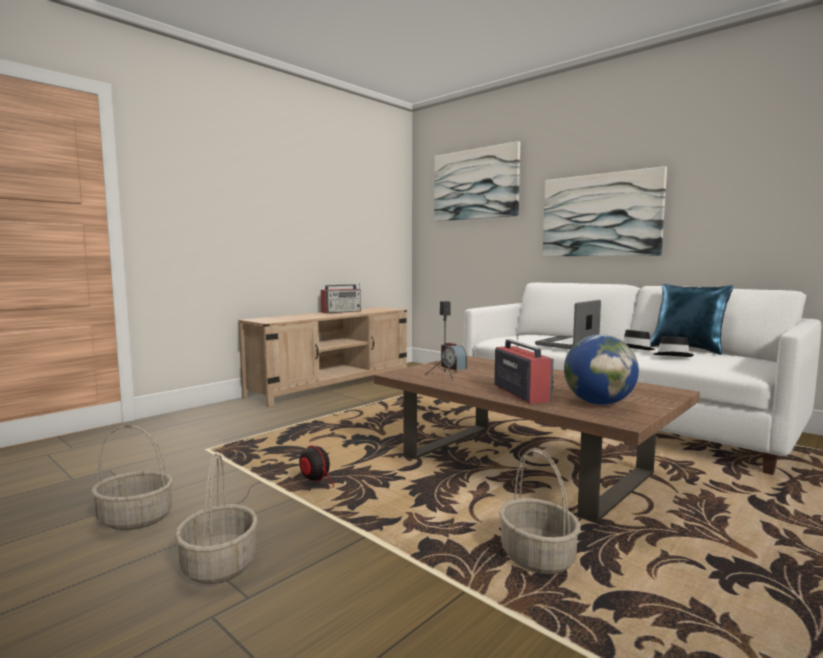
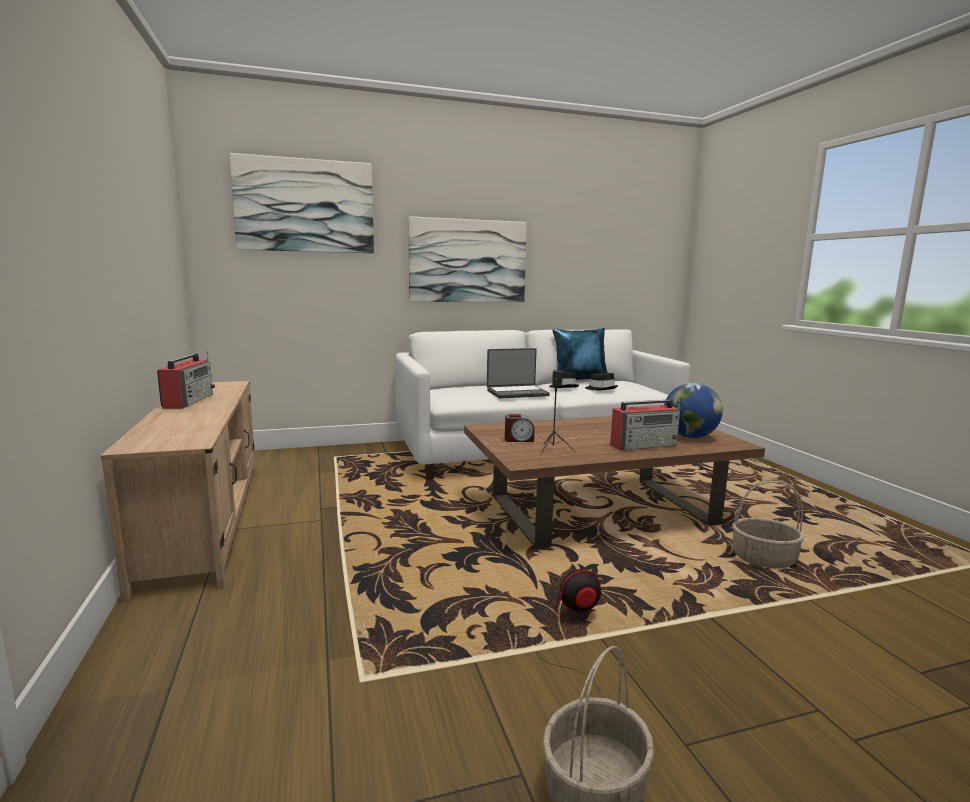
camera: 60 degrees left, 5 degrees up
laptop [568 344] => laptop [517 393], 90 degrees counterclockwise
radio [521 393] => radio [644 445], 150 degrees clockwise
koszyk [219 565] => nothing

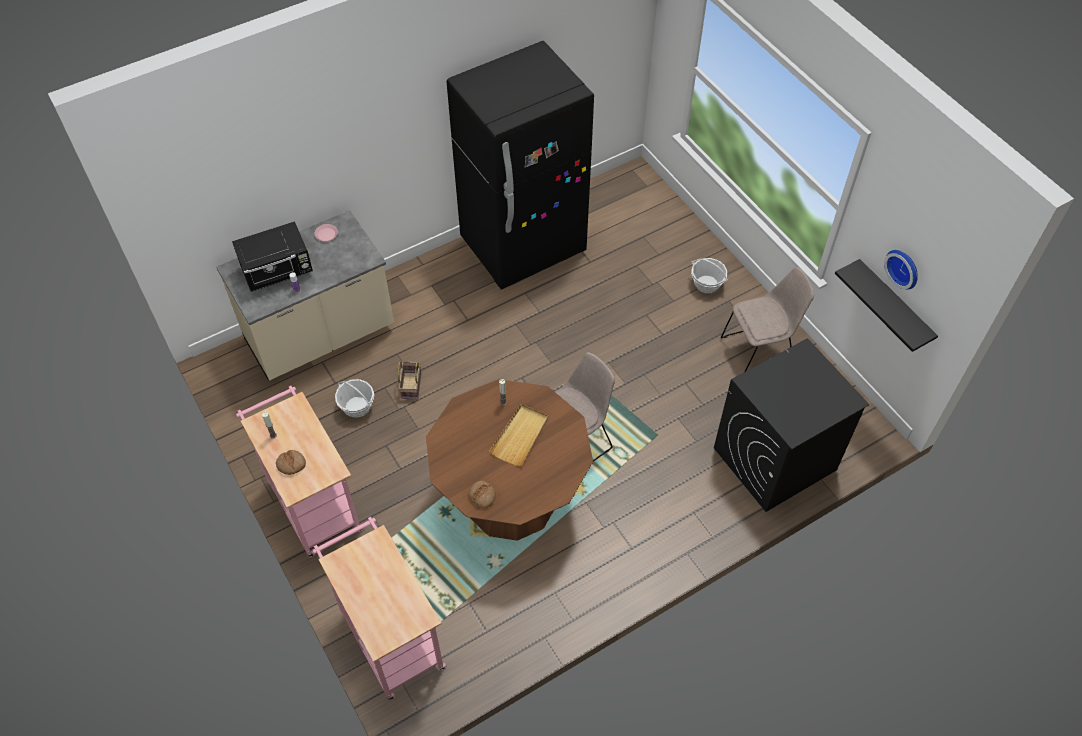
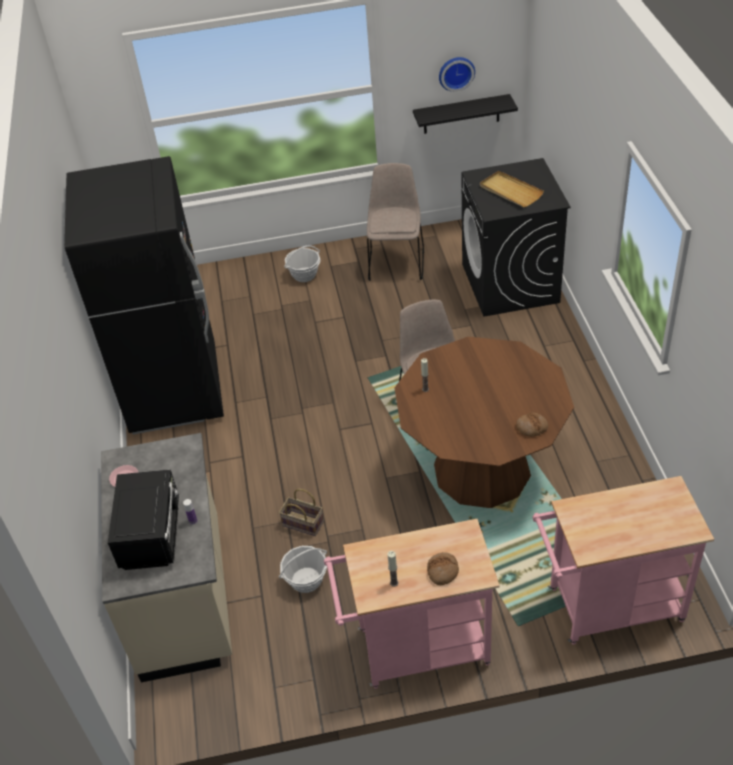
camera: 65 degrees left, 10 degrees down
taca/beżowy [520 436] => taca/beżowy [510 191], relocated

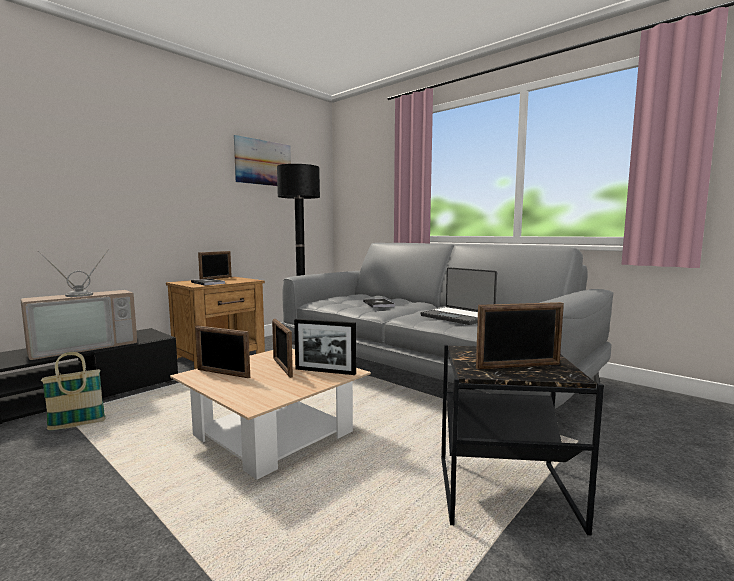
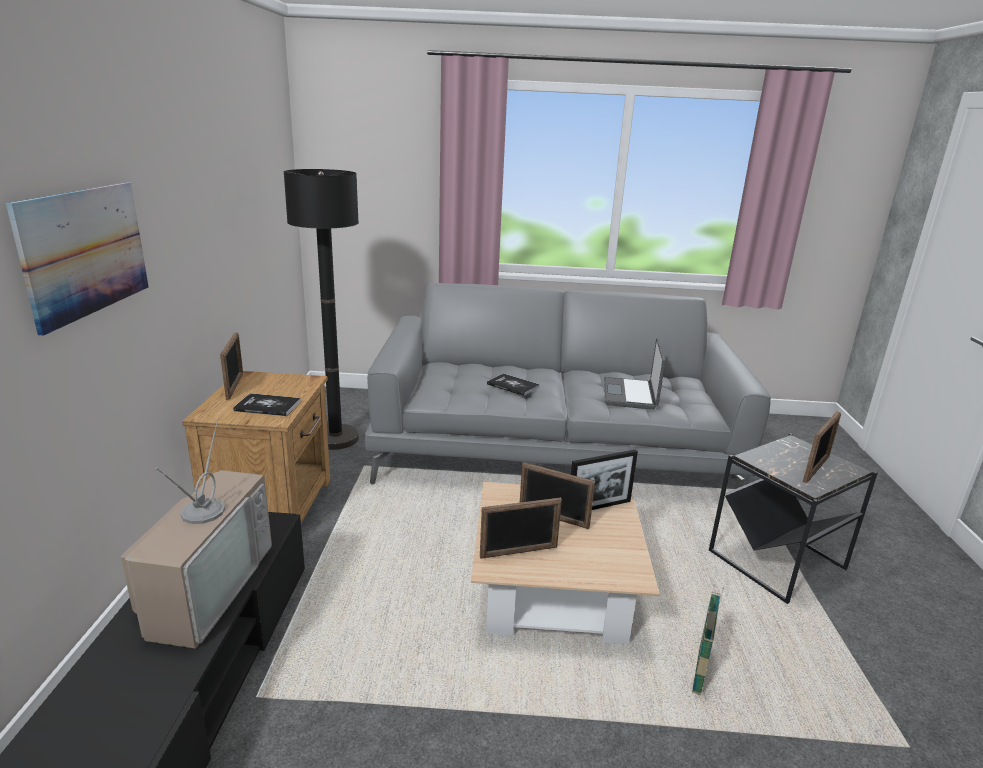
camera: 40 degrees left, 15 degrees up
obraz [263 163] => obraz [86 251], relocated
laptop [458 317] => laptop [631 395], 90 degrees clockwise
koszyk [77 425] => koszyk [699 671], relocated

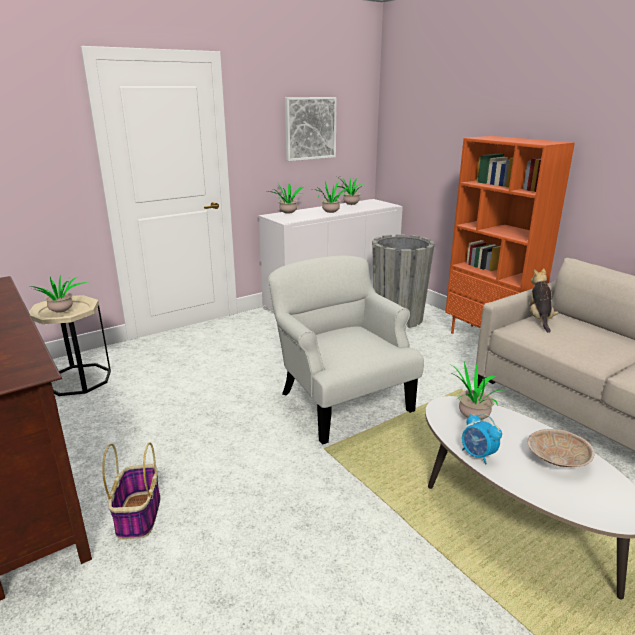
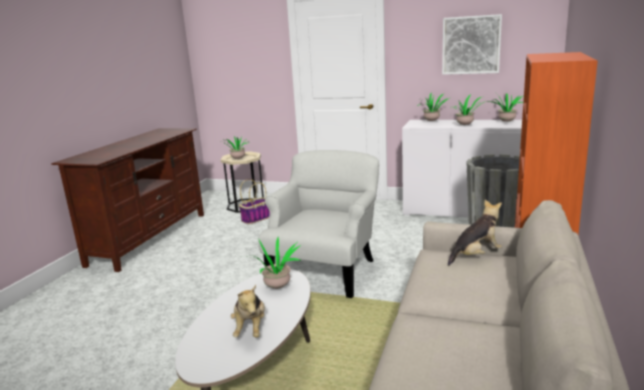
camera: 55 degrees right, 5 degrees down
miska/beżowy [556 460] => pluszak [251 329]
koszyk [138 514] => koszyk [256 218], relocated
budzik [478 455] => nothing

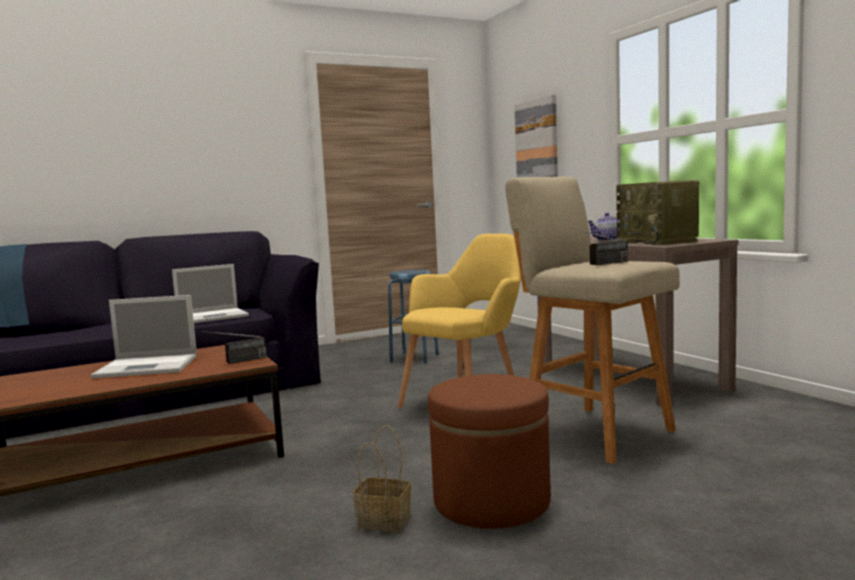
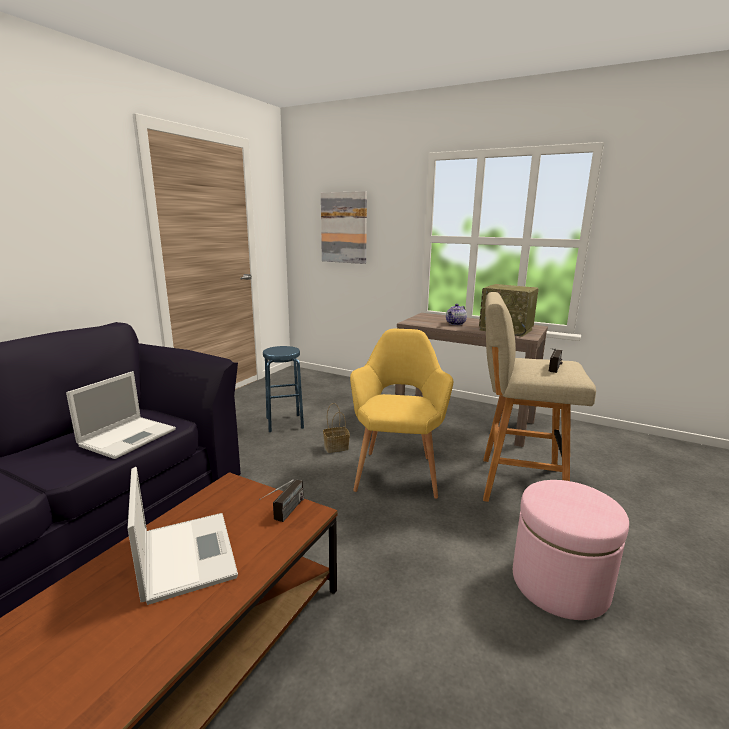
camera: 35 degrees left, 10 degrees up
laptop [149 366] => laptop [186 554], 75 degrees counterclockwise
koszyk [382 522] => koszyk [335 447], relocated
pufa/brązowy [491 501] => pufa/różowy [559 583]

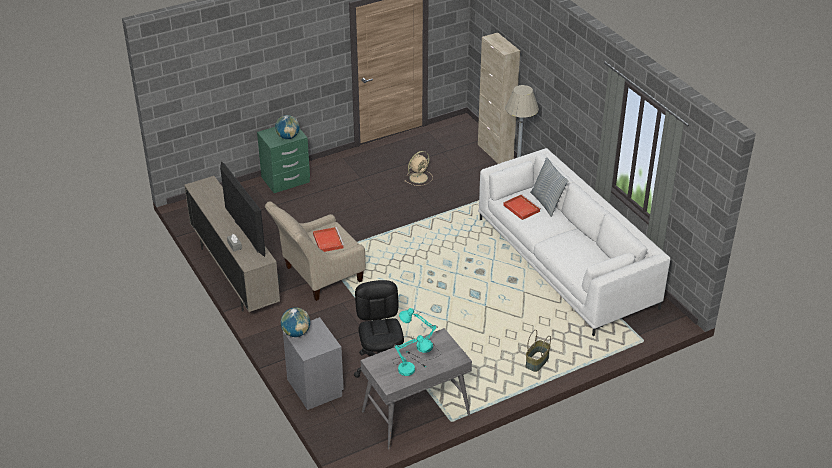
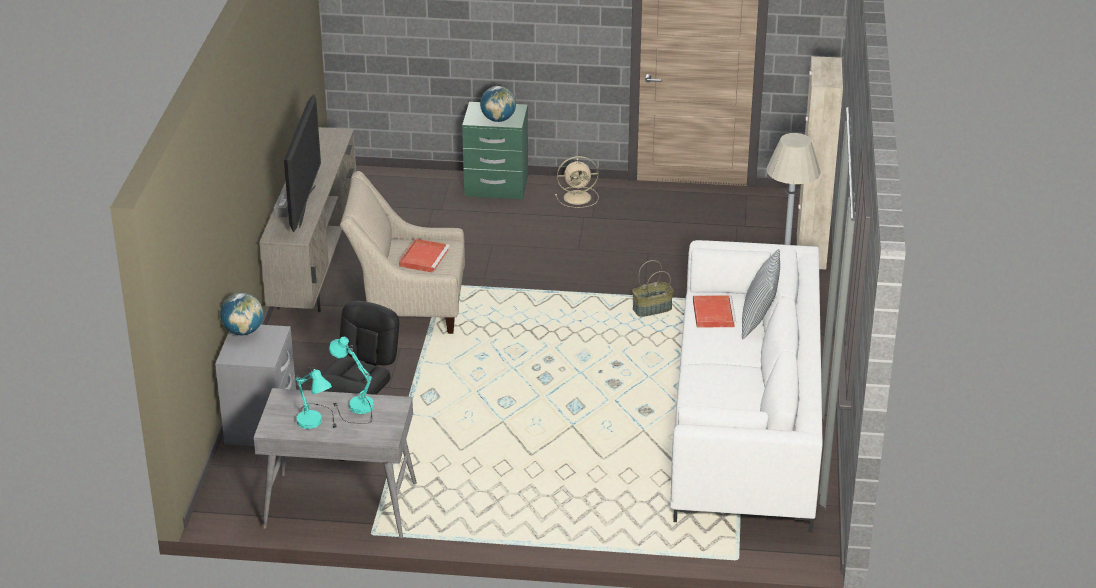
camera: 35 degrees right, 5 degrees down
wentylator/beżowy [419 177] => wentylator/beżowy [578 197], relocated
koszyk [537 362] => koszyk [652 309], relocated

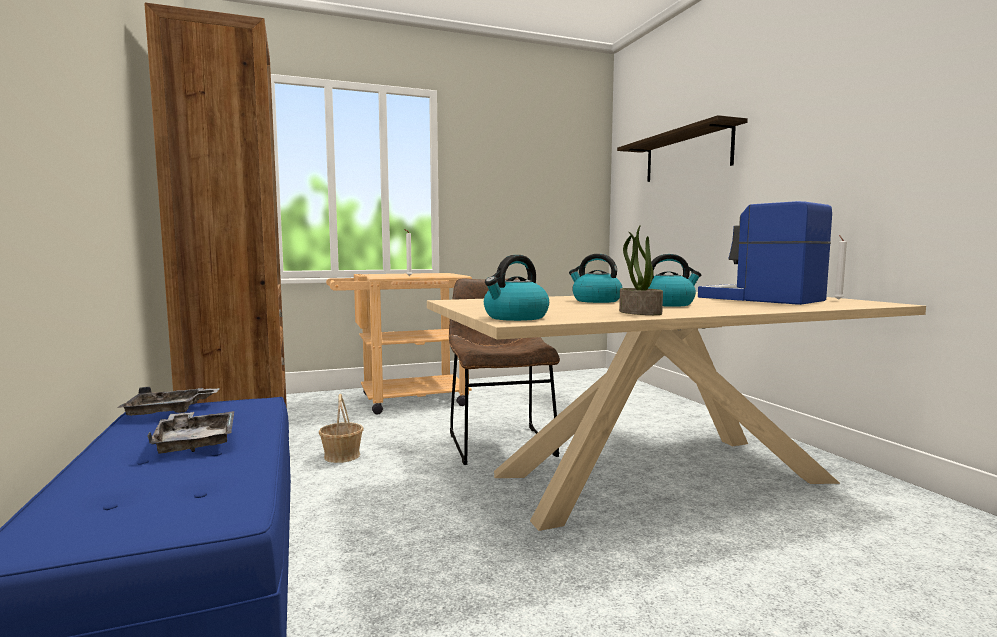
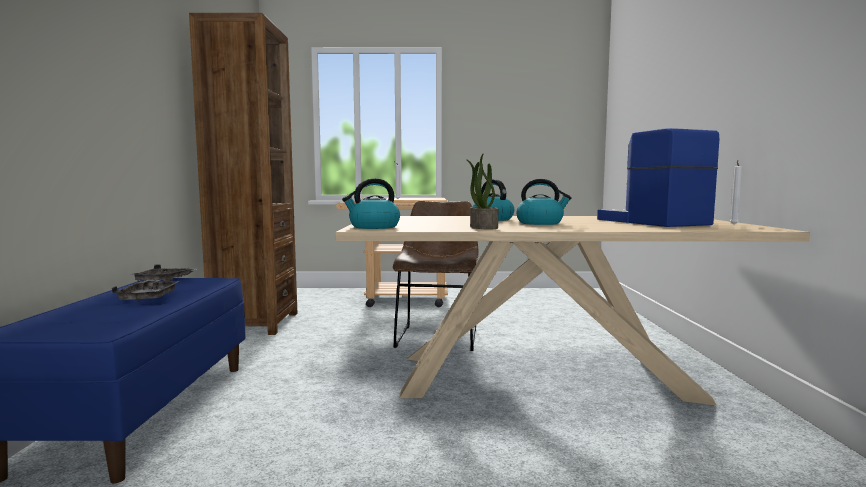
camera: 20 degrees right, 0 degrees up
koszyk [341 456] => nothing
półka [687 155] => nothing

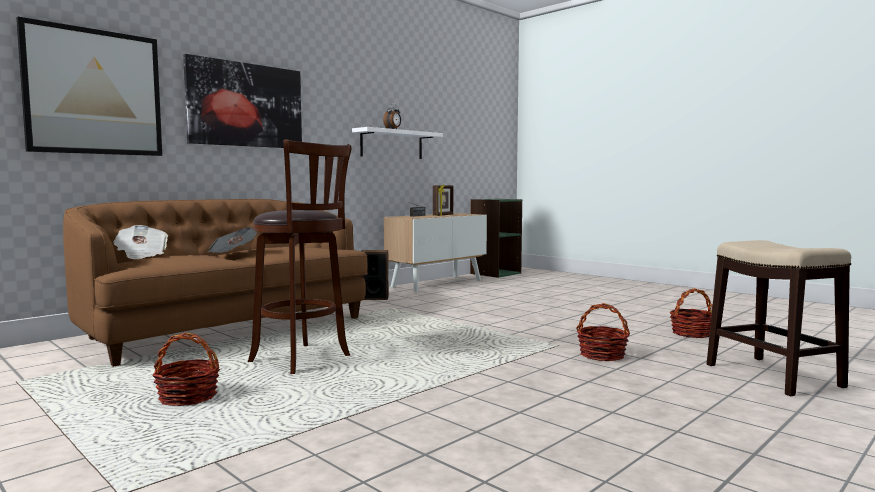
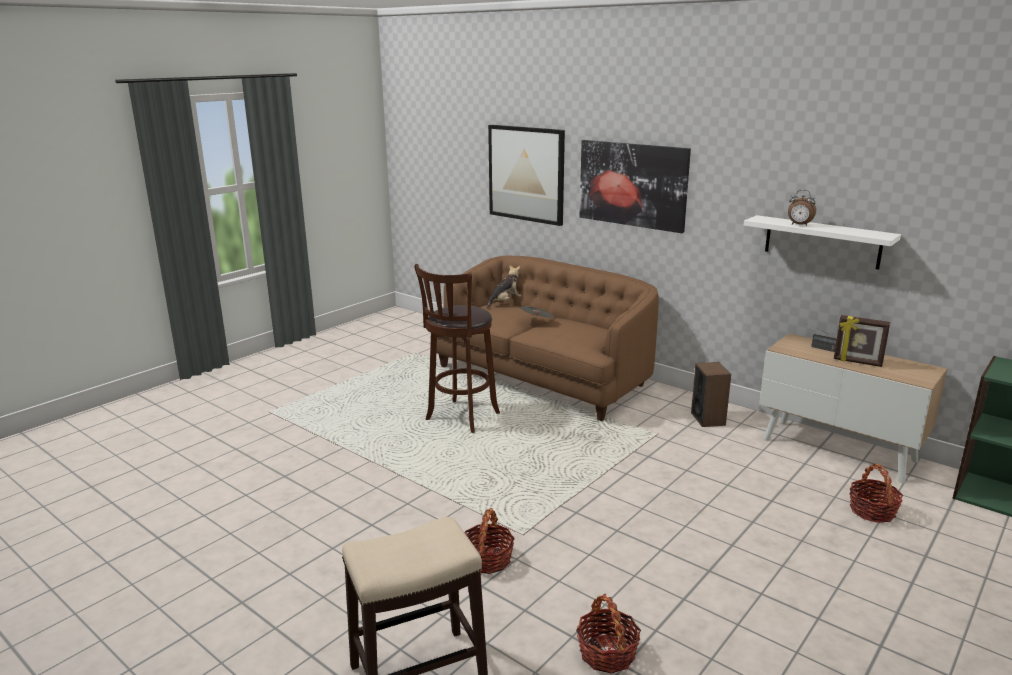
camera: 85 degrees right, 15 degrees up
gazeta [141 256] => pluszak [505 302]
koszyk [188 397] => koszyk [872 511], relocated

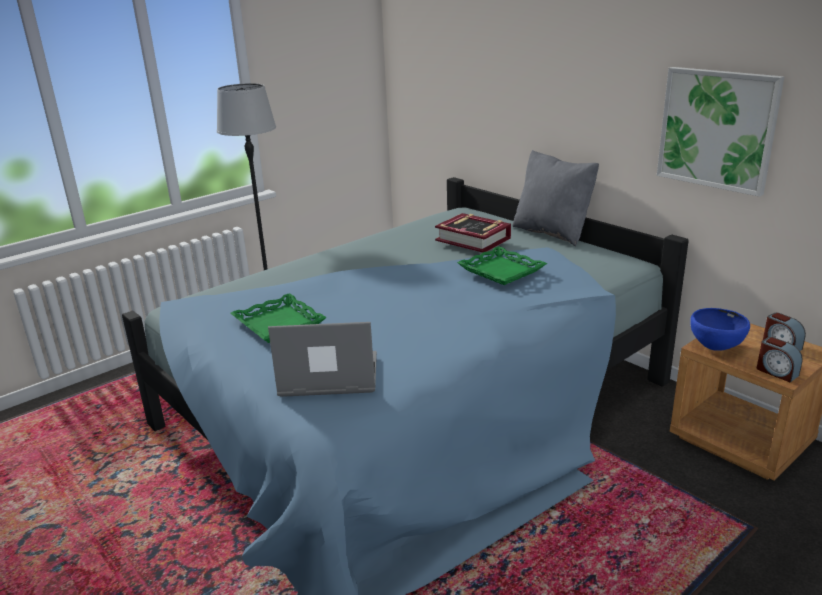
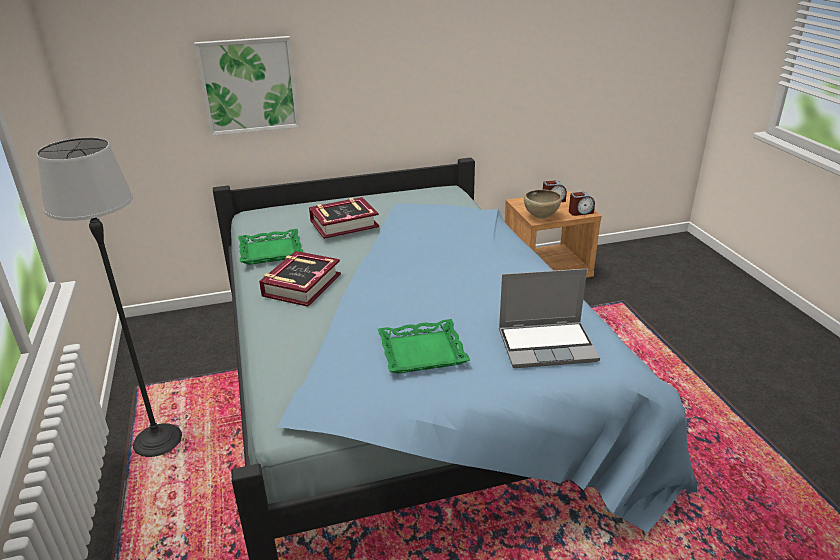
camera: 65 degrees left, 5 degrees up
obraz [717 129] => obraz [249 85], relocated
taca/zielony [502 271] => taca/zielony [271 251], relocated
nothing => książka [301 285]
laptop [327 377] => laptop [548 345], 120 degrees counterclockwise
miska/niebieski [715 348] => miska/brązowy [541 217]
poduszka/szary [552 233] => nothing

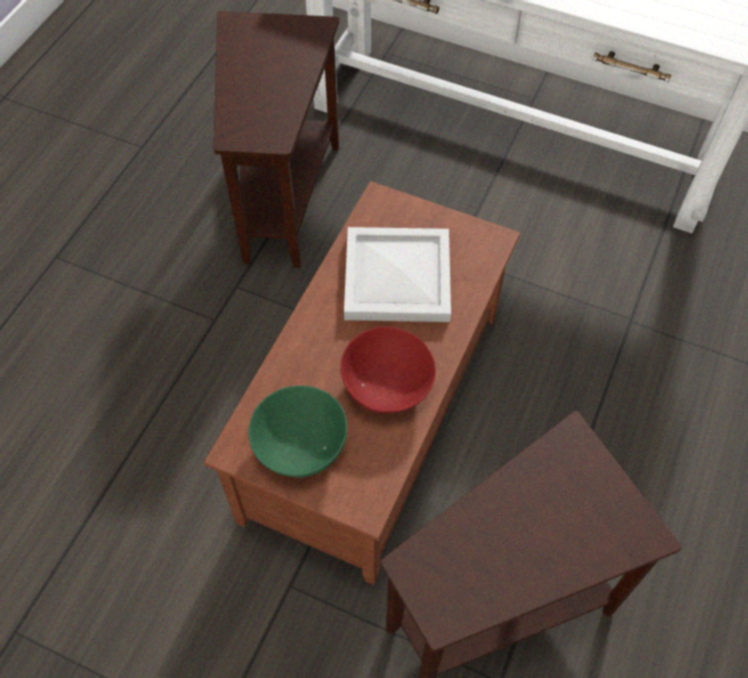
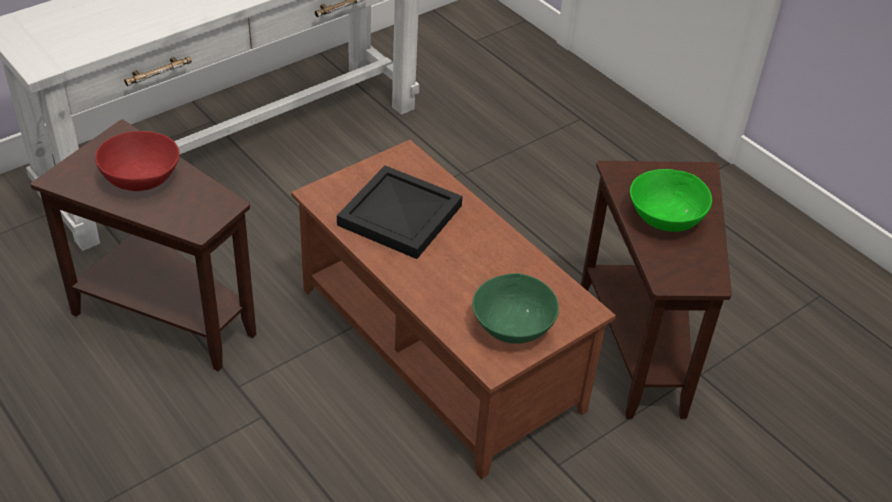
camera: 65 degrees left, 15 degrees down
miska/czerwony [387 384] => miska/czerwony [141 178], relocated
taca/biały [395 276] => taca/czarny [398 215]
nothing => miska/zielony [665 217]

